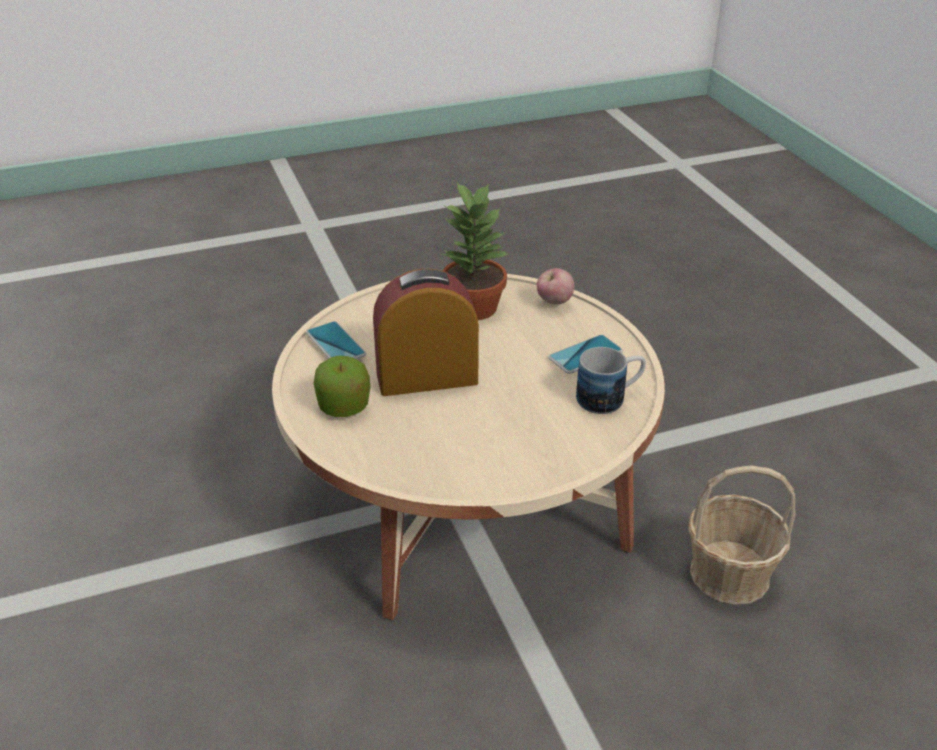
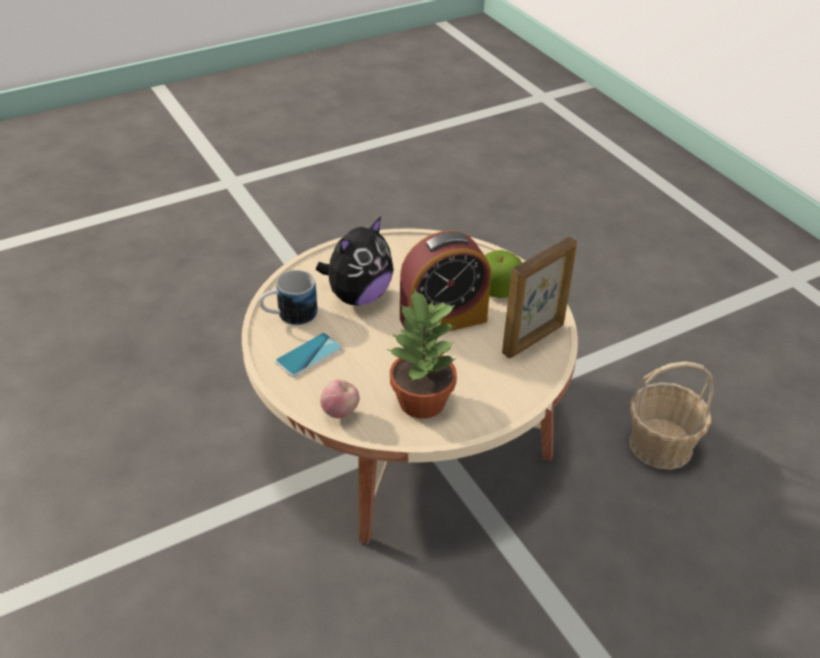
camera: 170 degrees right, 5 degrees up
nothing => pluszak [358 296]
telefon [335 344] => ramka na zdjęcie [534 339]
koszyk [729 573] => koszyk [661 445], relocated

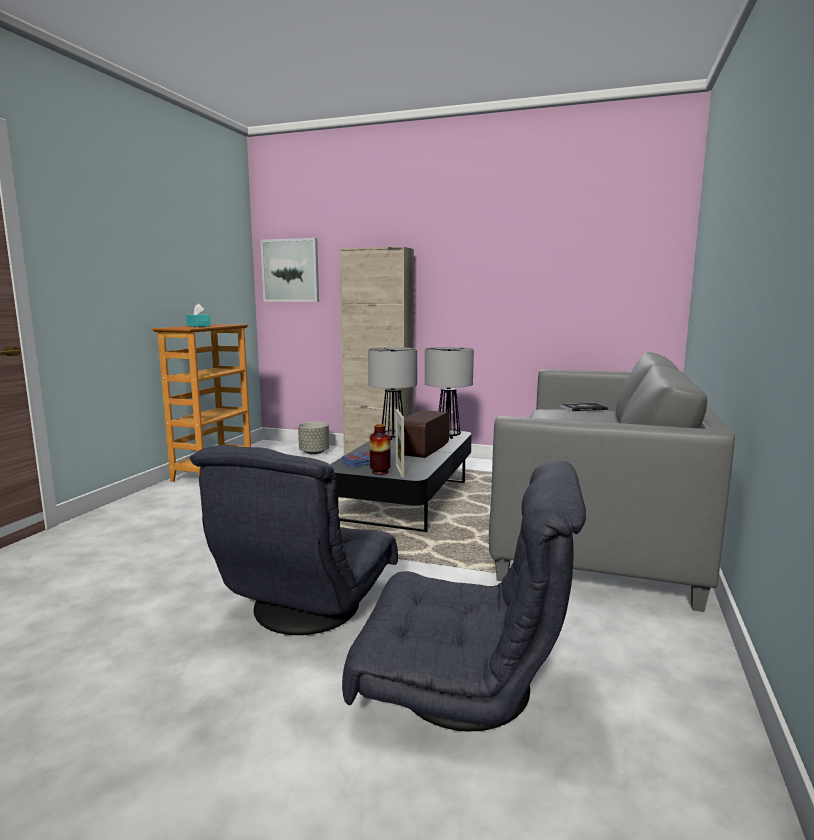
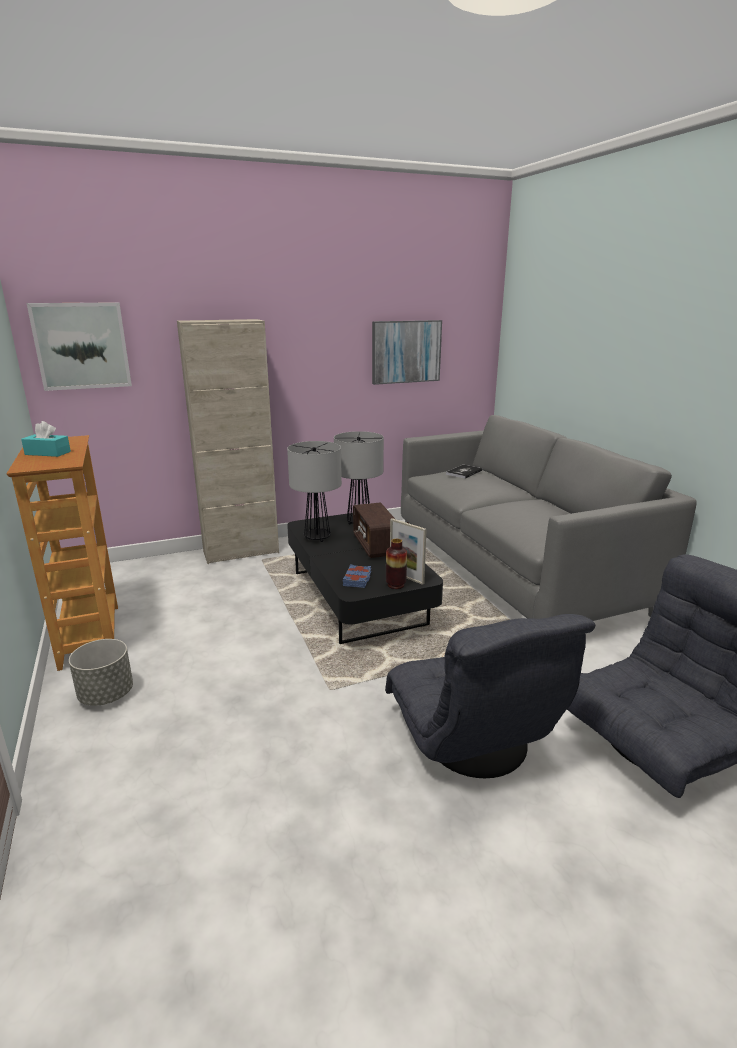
camera: 40 degrees left, 10 degrees up
donica/szary [314 452] => donica/szary [107 695], relocated
nothing => obraz [406 351]

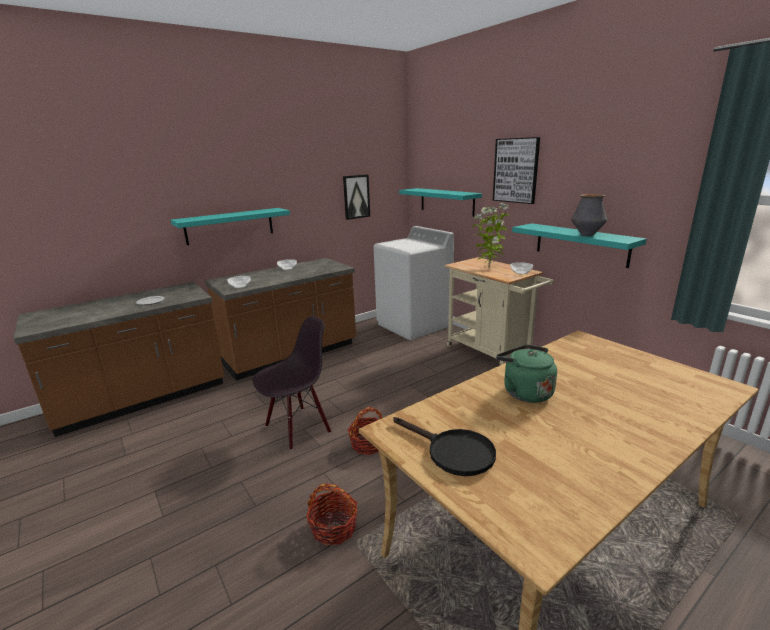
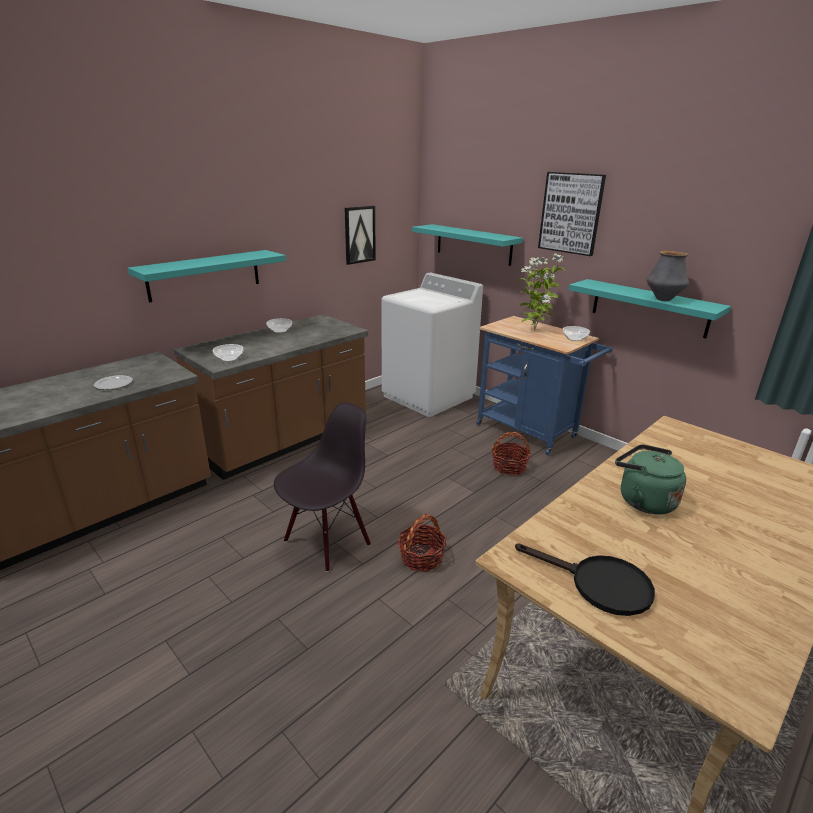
camera: 10 degrees left, 5 degrees up
wózek/beżowy [492 354] => wózek/niebieski [531 433]
koszyk [334 527] => koszyk [509 467], relocated

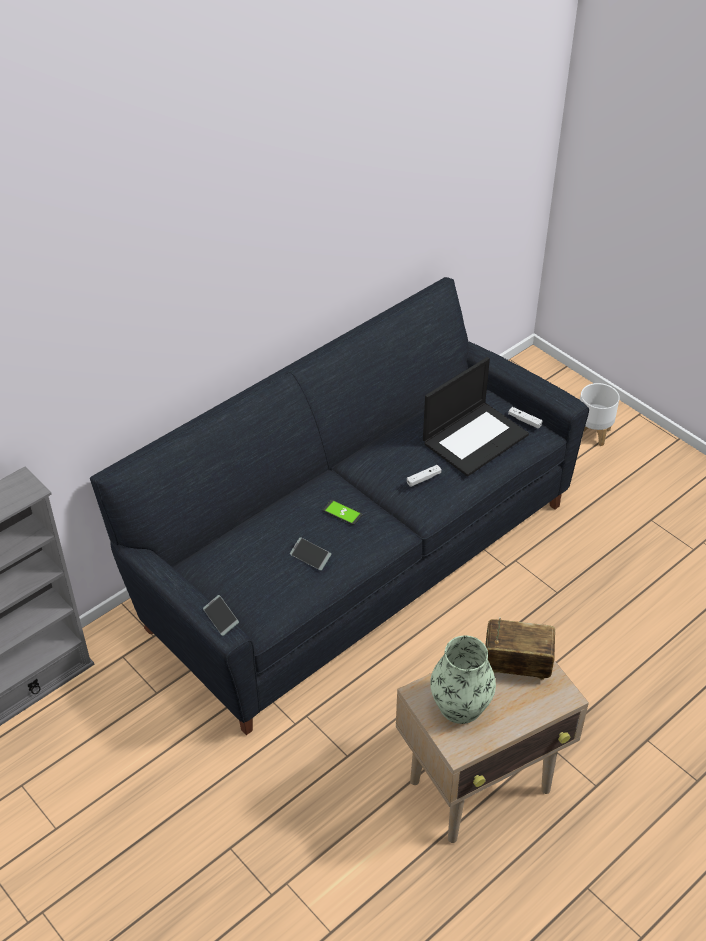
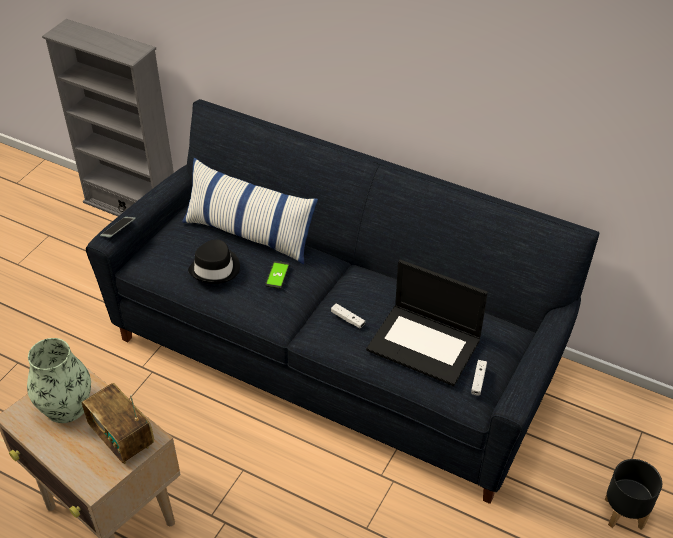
camera: 70 degrees right, 0 degrees up
radio [516 665] => radio [122 438], 150 degrees clockwise
nothing => poduszka [249 233]
telefon [310 557] => kapelusz/czarny [216 269]
donica/biały [593 433] => donica/czarny [625 513]

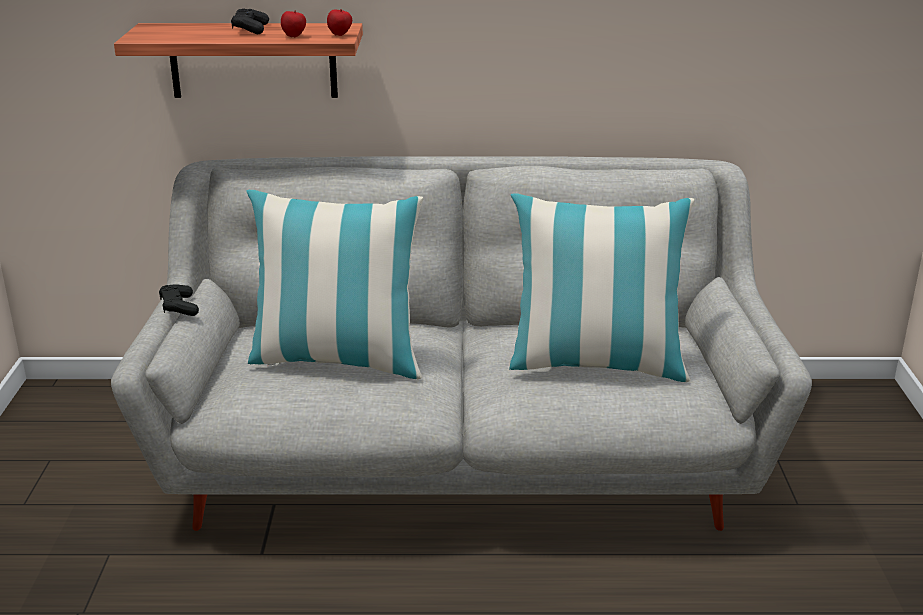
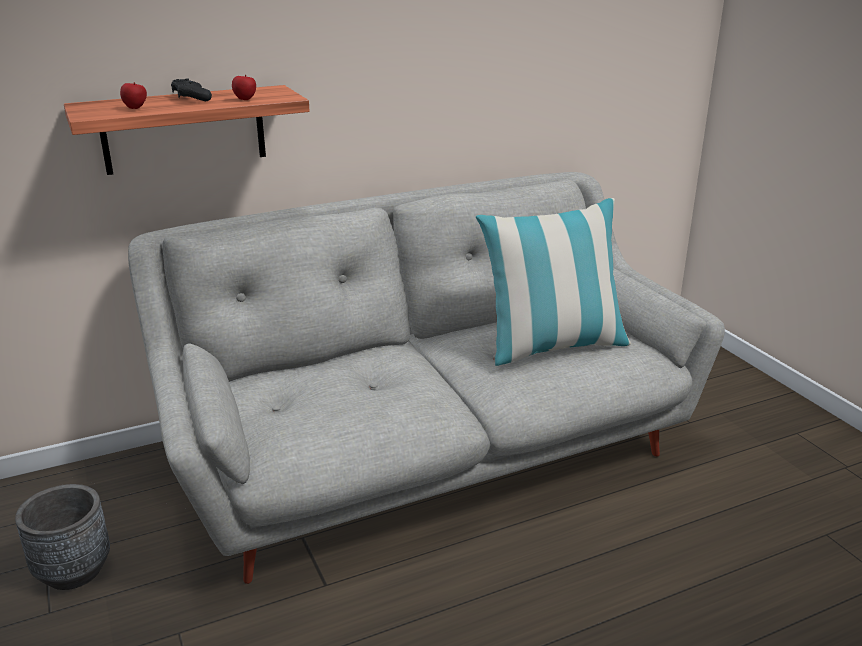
camera: 25 degrees left, 0 degrees up
nothing => donica/szary [73 571]
jabłko [340 35] => jabłko [136 109], relocated
pad do gier/czarny [179 307] => nothing
poduszka [338 360] => nothing

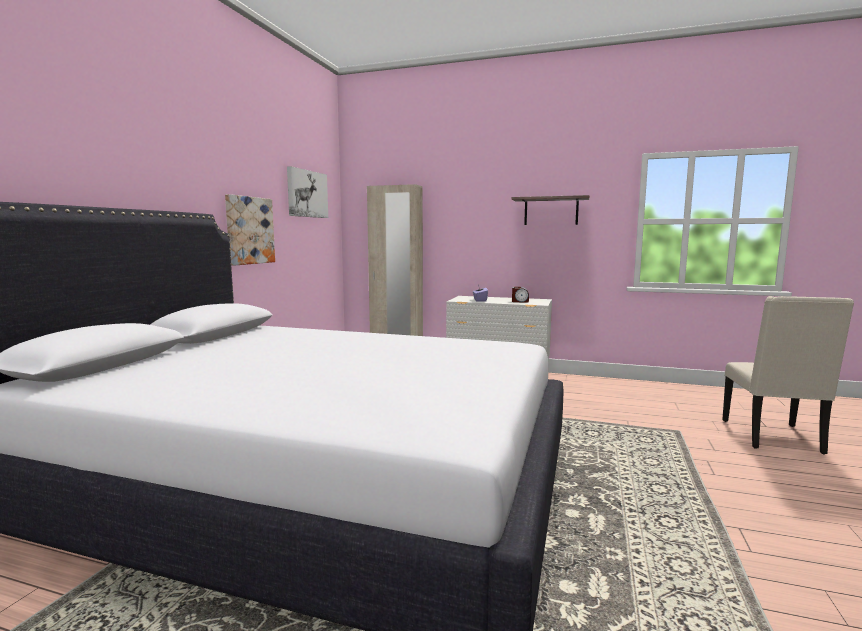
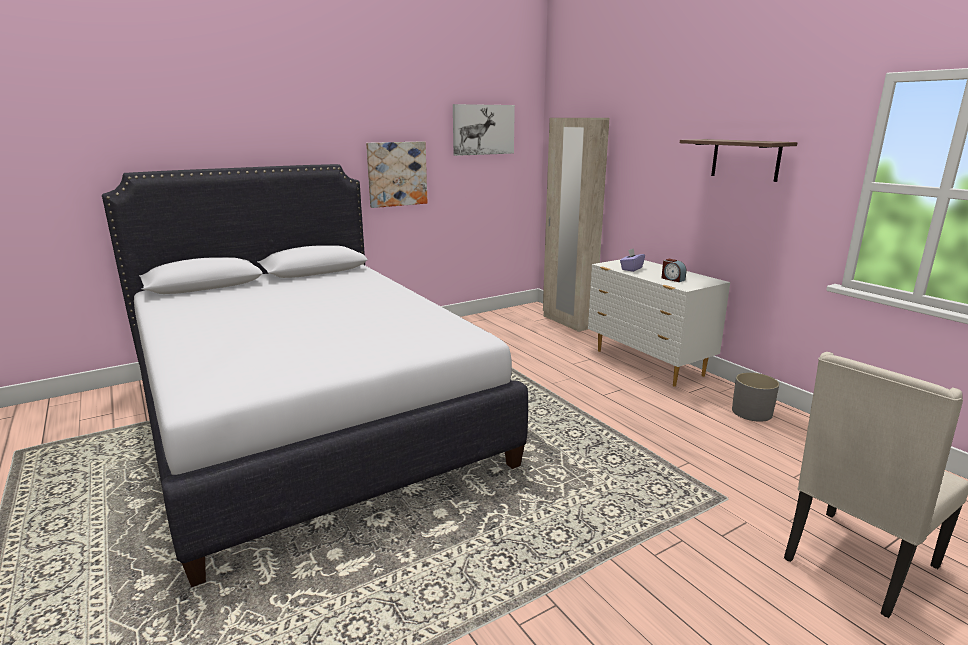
camera: 40 degrees right, 10 degrees up
nothing => donica/szary [751 412]

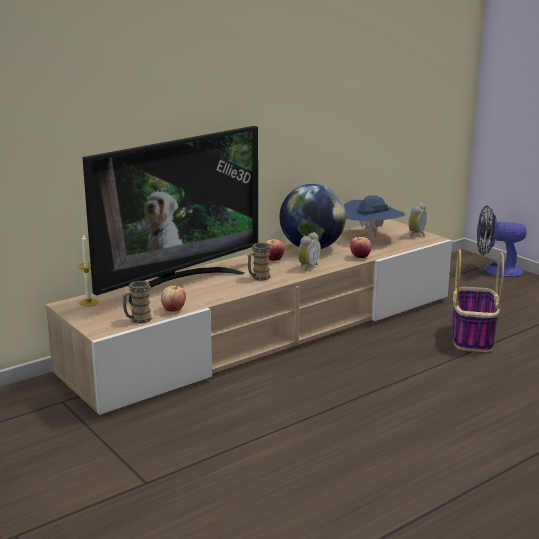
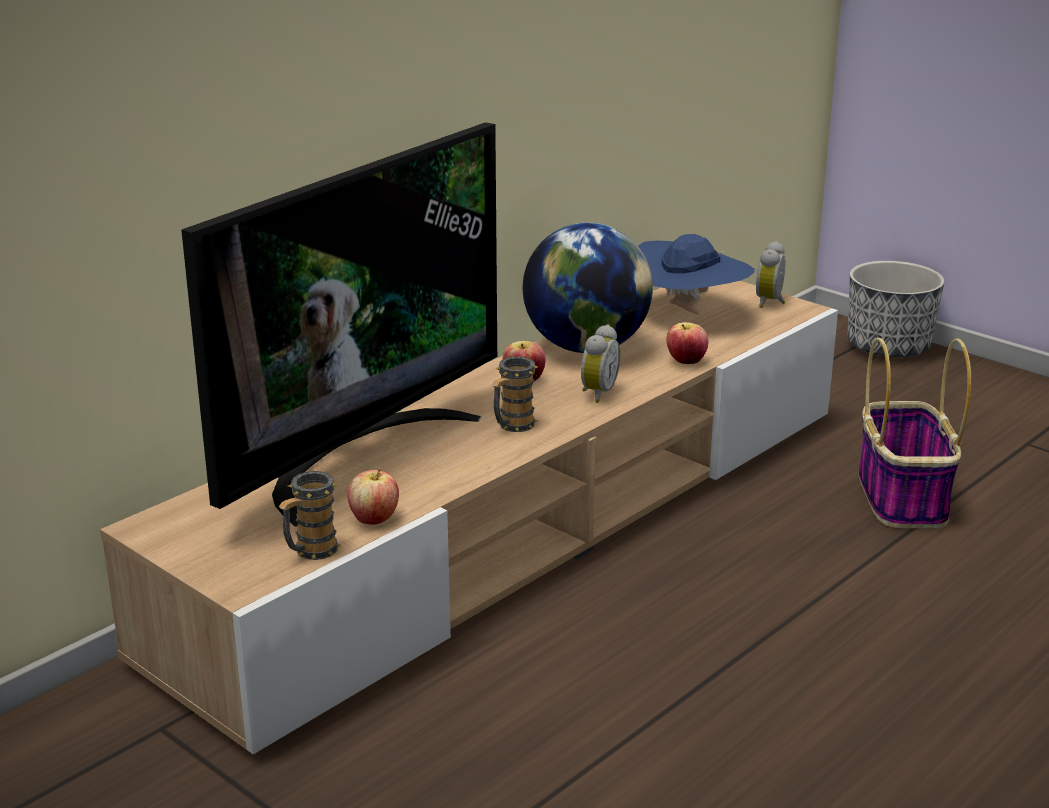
camera: 10 degrees left, 5 degrees up
wentylator [496 270] => donica [889 348]
świeca [89 302] => nothing

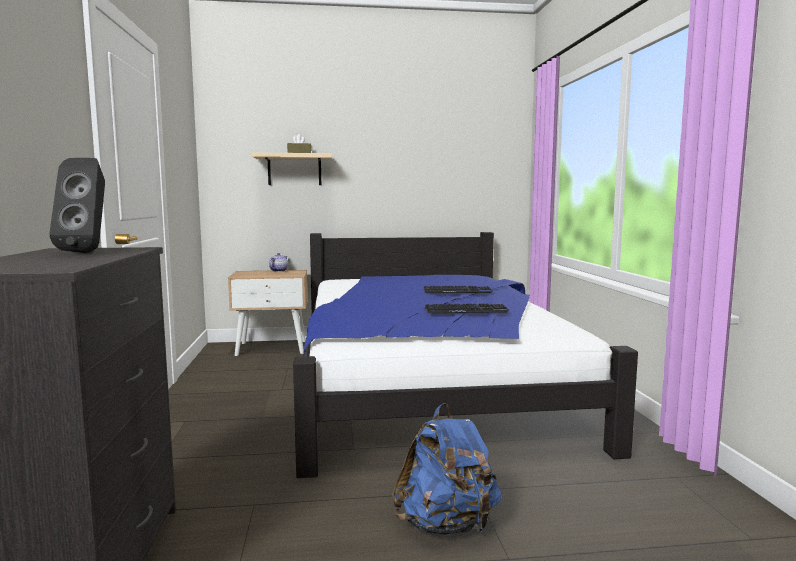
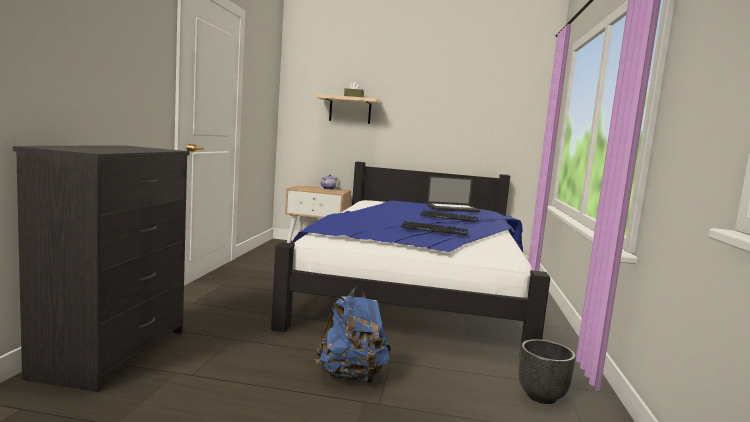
camera: 15 degrees right, 0 degrees up
nothing => laptop [452 209]
nothing => donica/czarny [542 397]
głośnik/czarny [87 252] => nothing

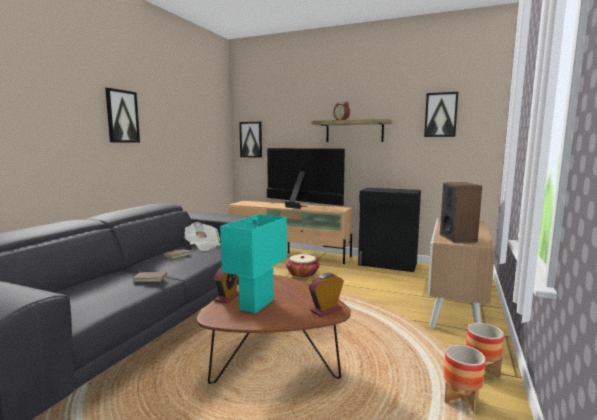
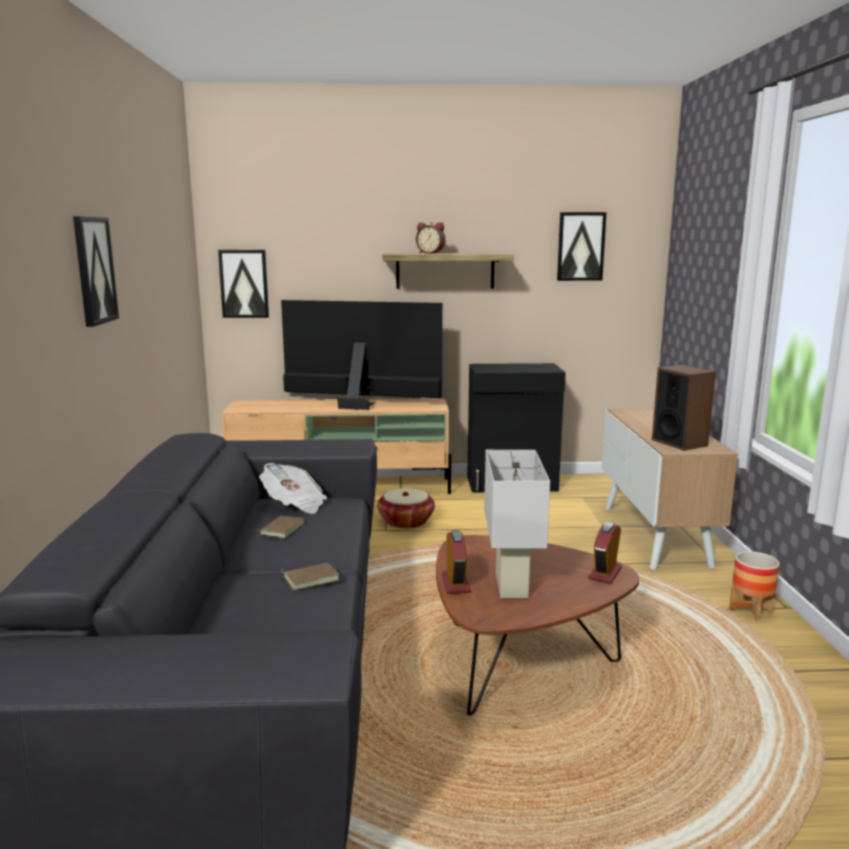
camera: 25 degrees left, 5 degrees up
lampa stołowa/turkusowy [257 305] => lampa stołowa/biały [511 585]
donica [461 400] => nothing

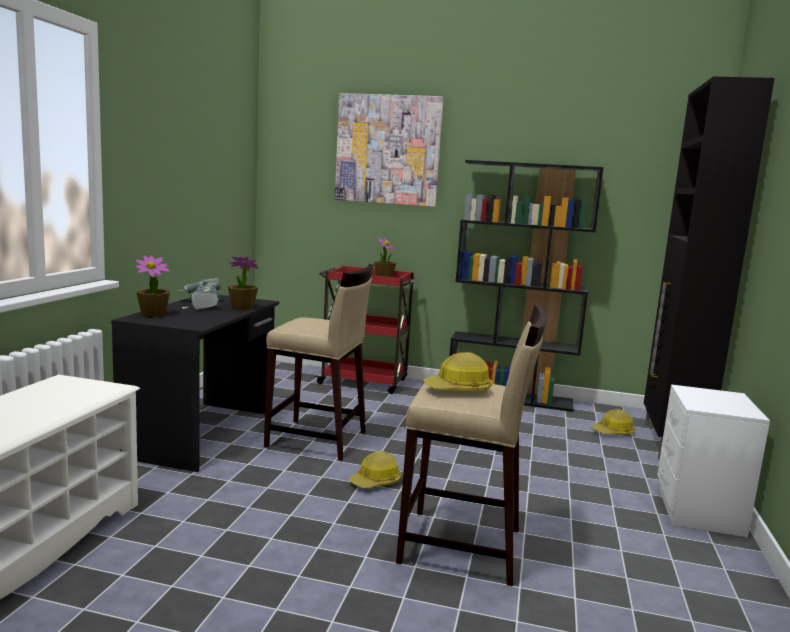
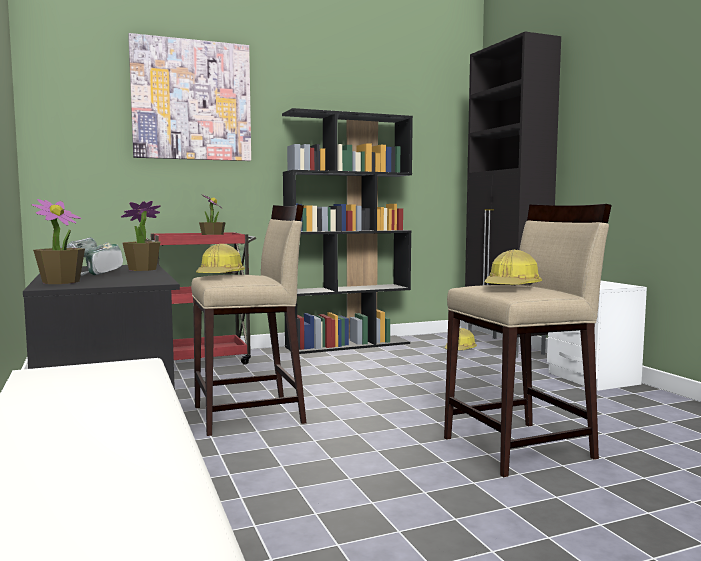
camera: 35 degrees left, 5 degrees down
kask [376 481] => kask [220 276], relocated

